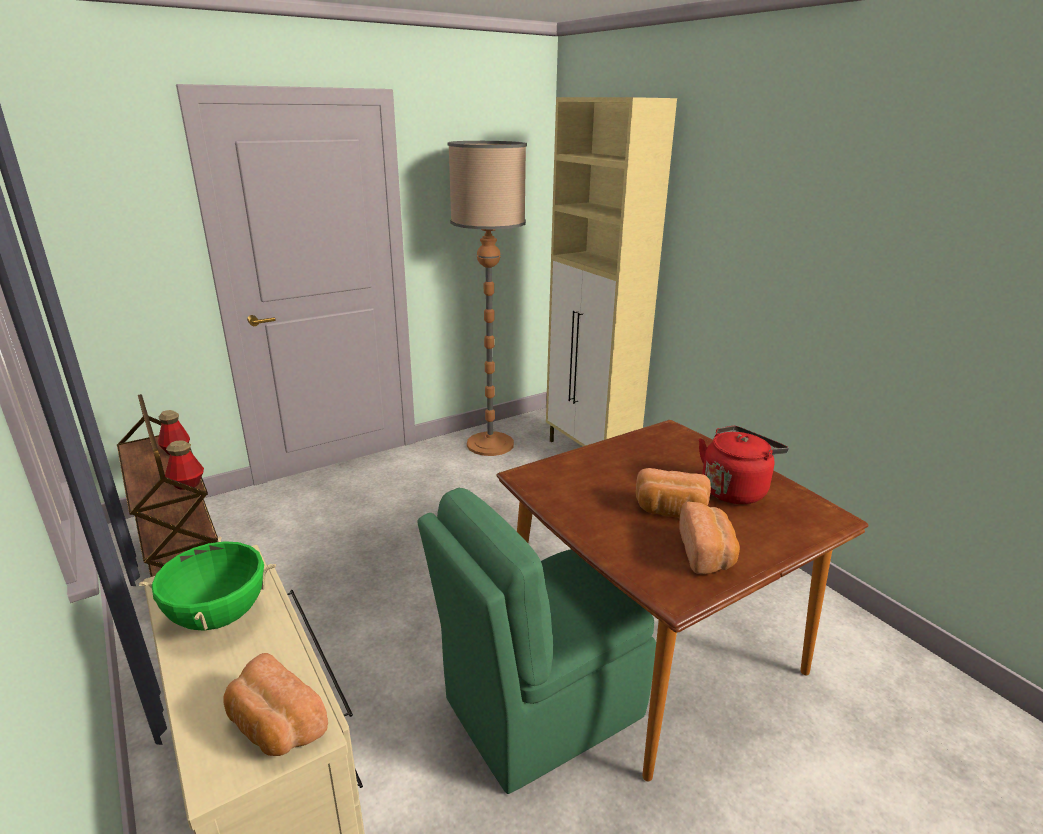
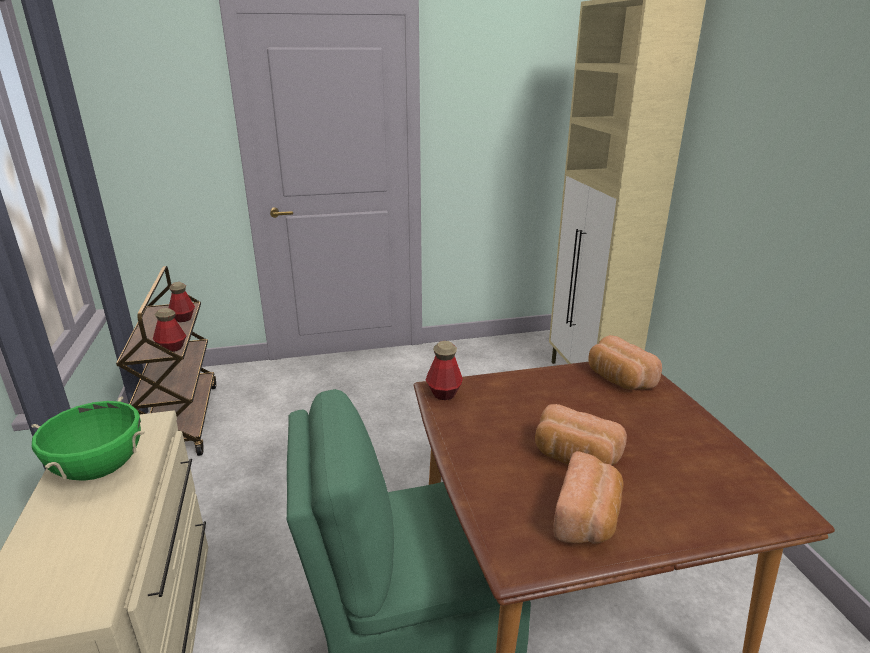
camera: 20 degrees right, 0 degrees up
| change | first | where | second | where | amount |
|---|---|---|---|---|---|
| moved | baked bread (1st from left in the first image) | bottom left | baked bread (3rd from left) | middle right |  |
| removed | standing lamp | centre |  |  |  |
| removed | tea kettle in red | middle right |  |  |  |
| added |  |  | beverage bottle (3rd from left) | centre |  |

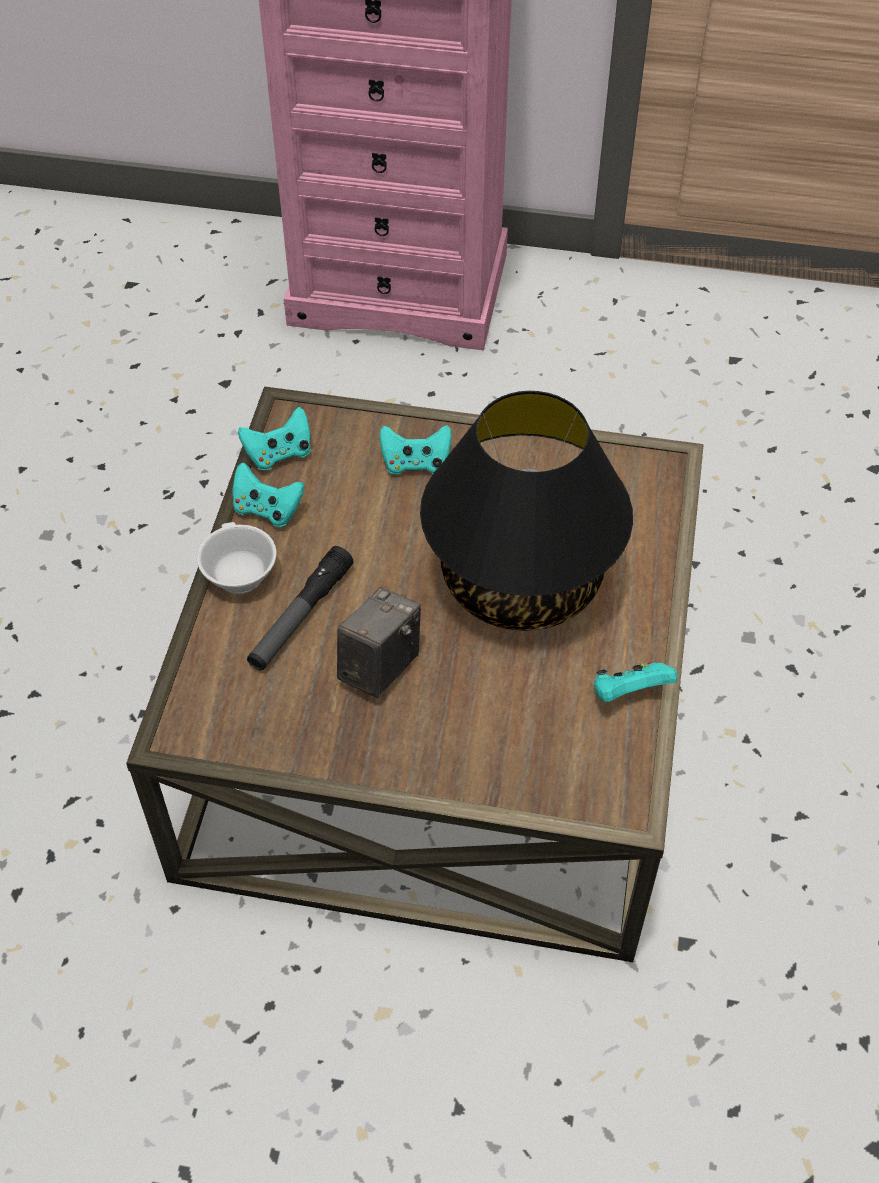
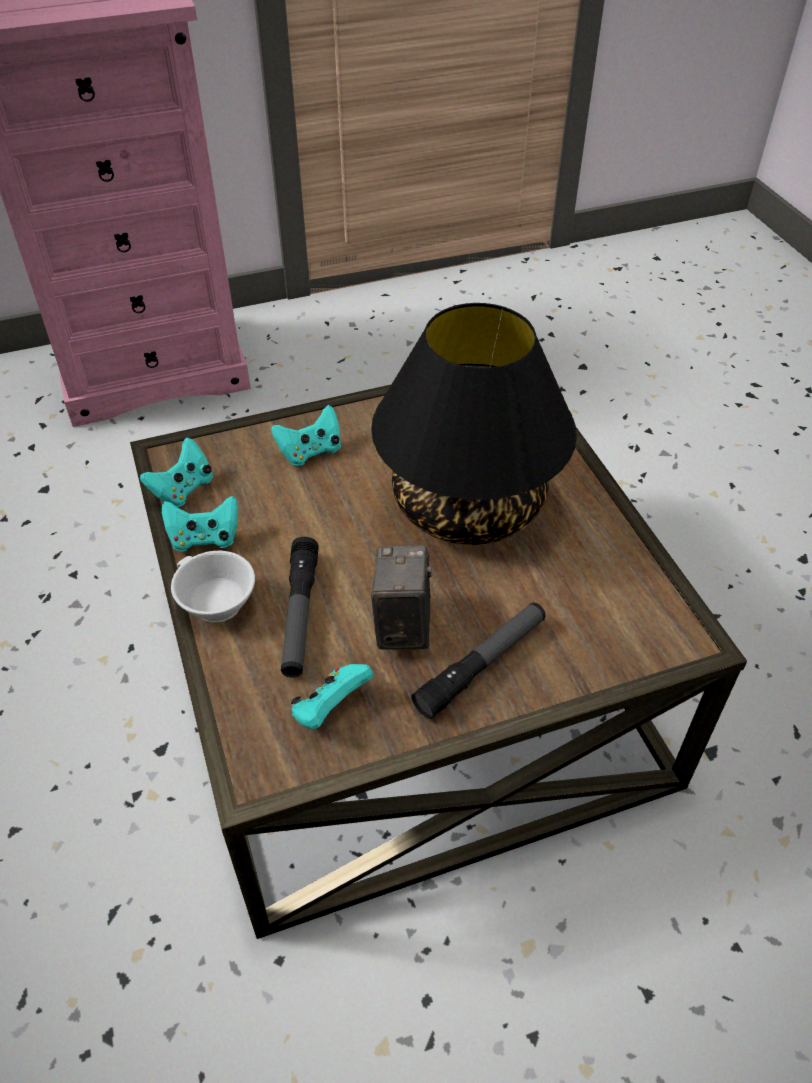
camera: 30 degrees left, 5 degrees down
| change | first | where | second | where | amount |
|---|---|---|---|---|---|
| moved | gamepad in blue-green (4th from left) | middle right |  | centre |  |
| added |  |  | torch (2nd from left) | centre |  |

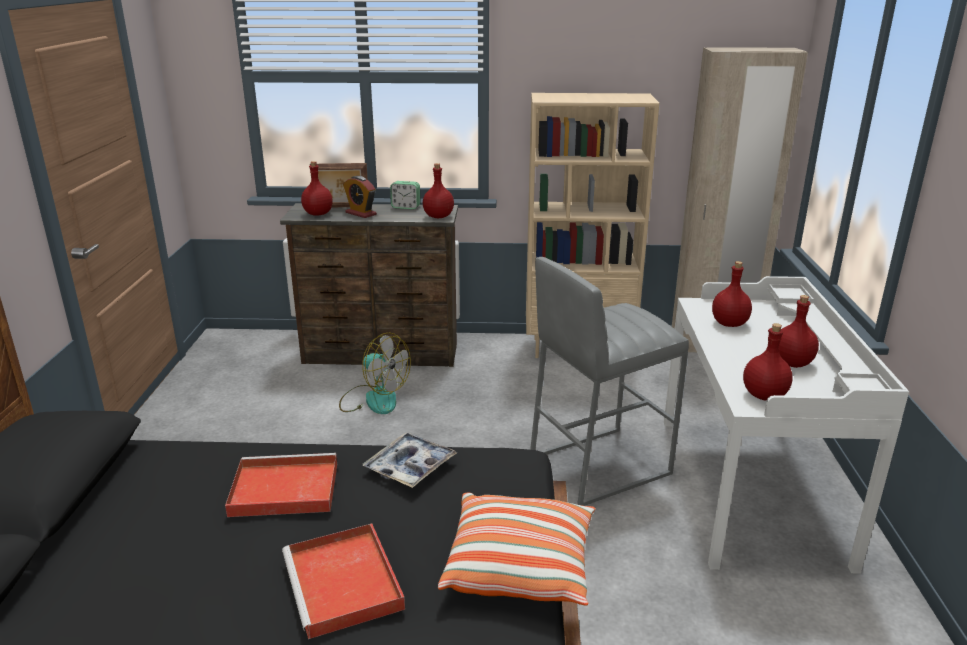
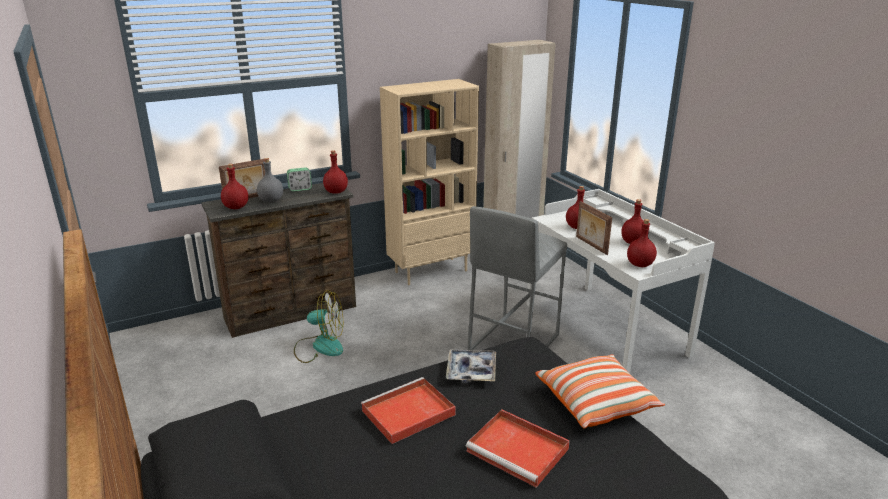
camera: 30 degrees left, 0 degrees up
| change | first | where | second | where | amount |
|---|---|---|---|---|---|
| replaced | table clock (1st from left) | top centre | beverage bottle in gray | middle left |  |
| added |  |  | standing frame (2nd from left) | middle right |  |

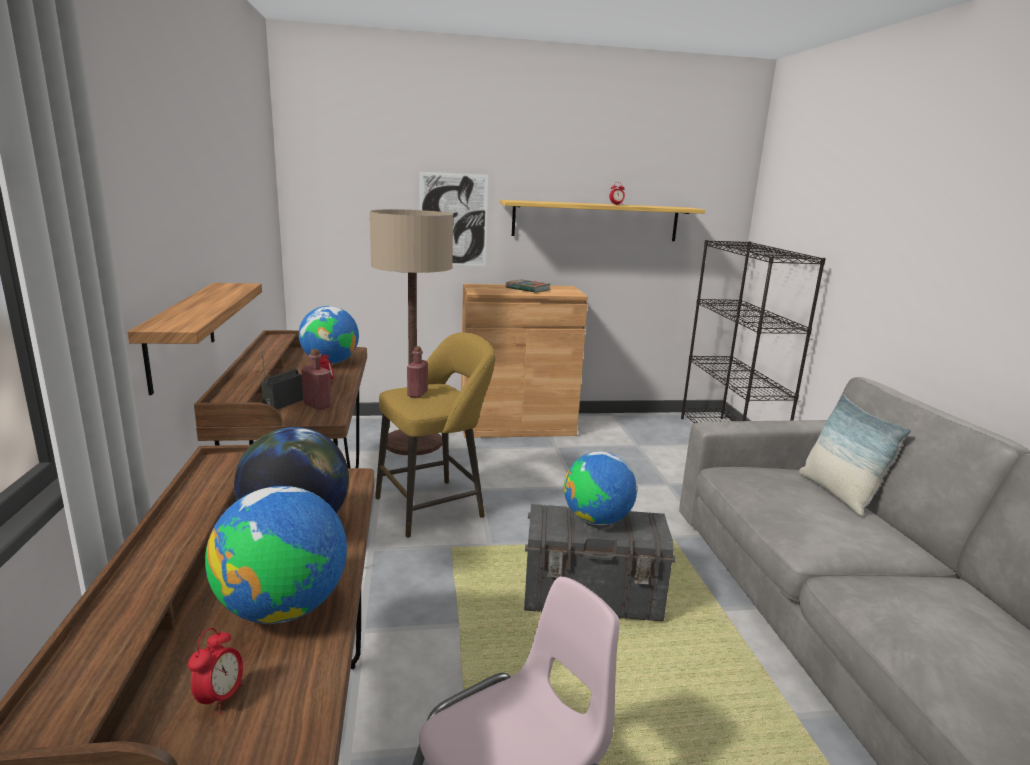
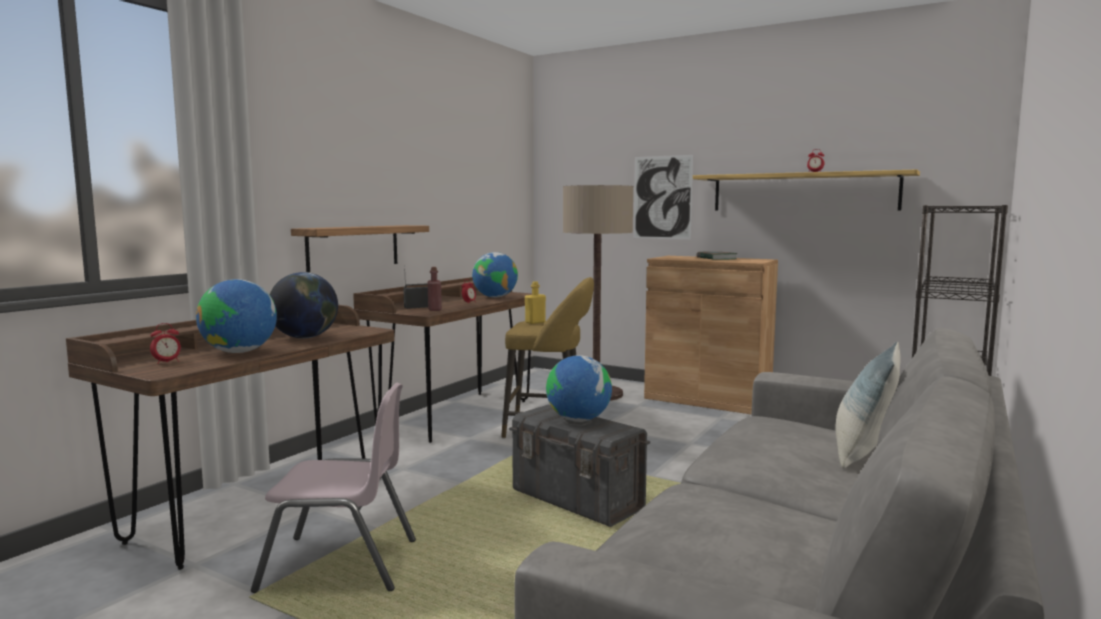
camera: 40 degrees right, 10 degrees down
| change | first | where | second | where | amount |
|---|---|---|---|---|---|
| recoloured | beverage bottle in red (2nd from left) | centre | beverage bottle in yellow-coloured | centre |  |

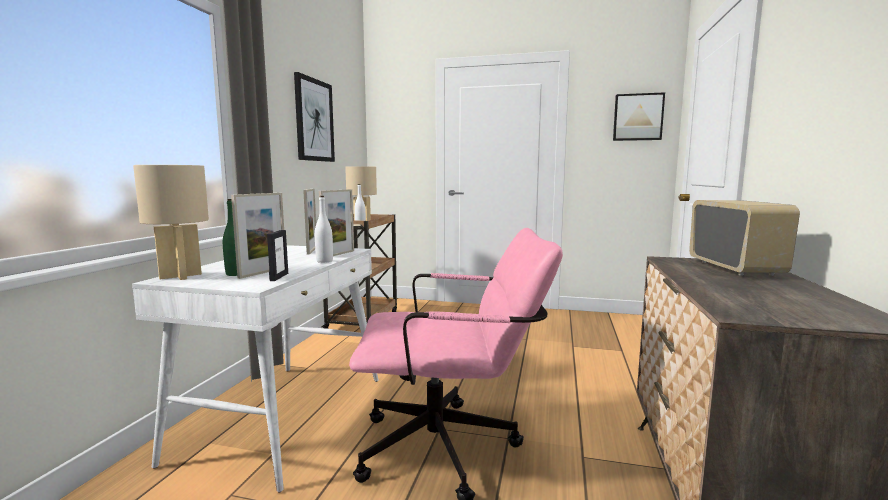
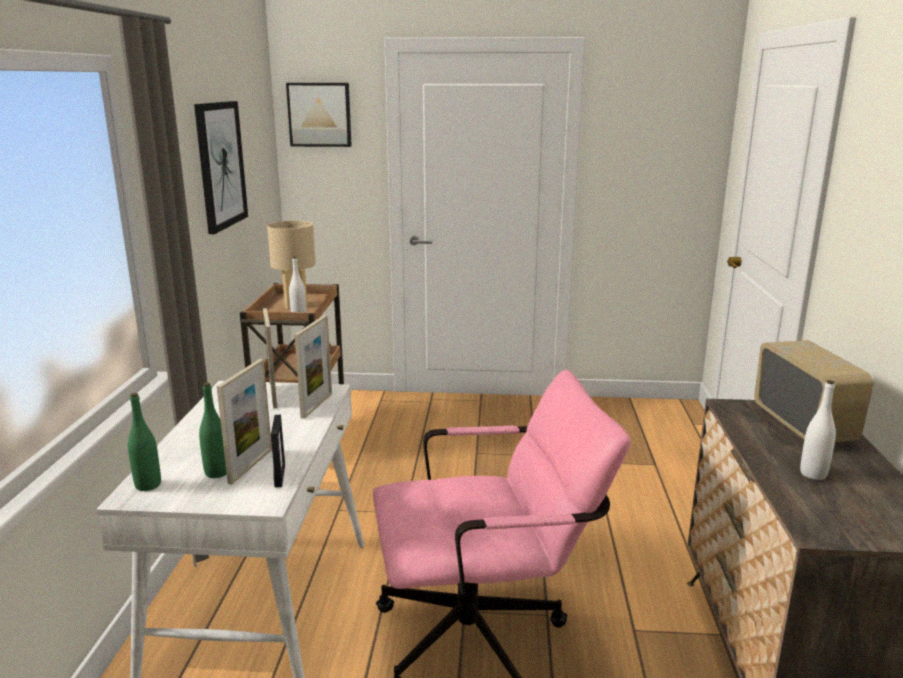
camera: 10 degrees left, 10 degrees up
| change | first | where | second | where | amount |
|---|---|---|---|---|---|
| replaced | table lamp in beige (1st from left) | middle left | beverage bottle in green (1st from left) | middle left |  |
| moved | beverage bottle in whitish (1st from left in the first image) | centre | beverage bottle in whitish (2nd from left) | middle right |  |
| moved | wall picture (2nd from left) | top right |  | top centre |  |

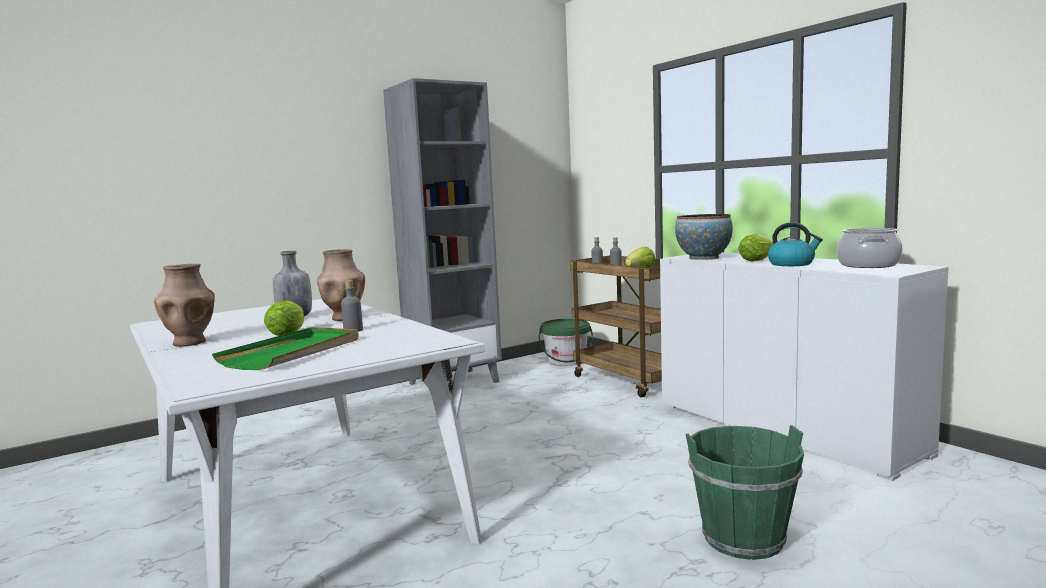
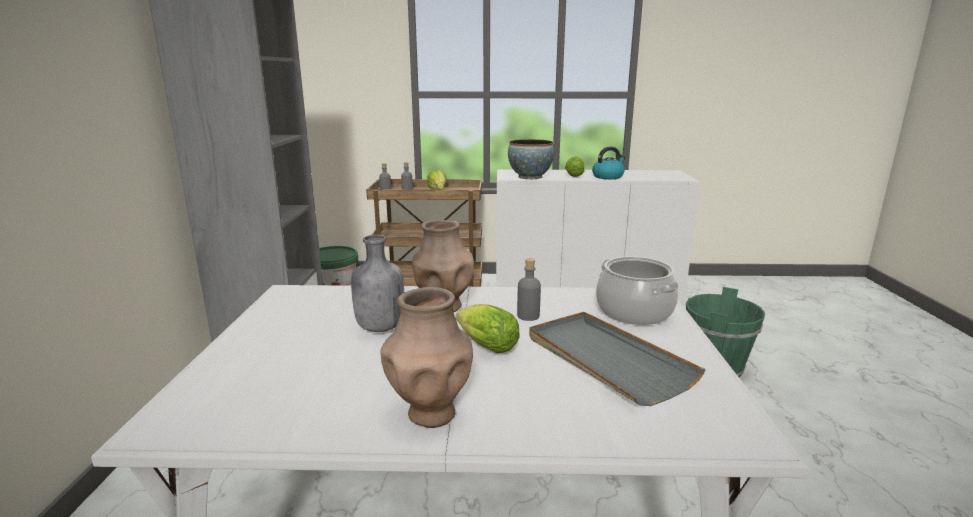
camera: 55 degrees left, 10 degrees up
| change | first | where | second | where | amount |
|---|---|---|---|---|---|
| recoloured | carrying tray in green | middle left | carrying tray in gray | bottom centre |  |
| moved | saucepot | middle right |  | centre |  |

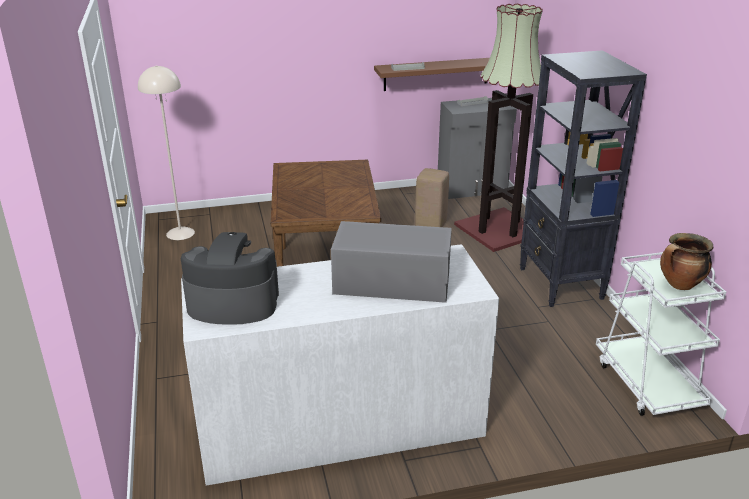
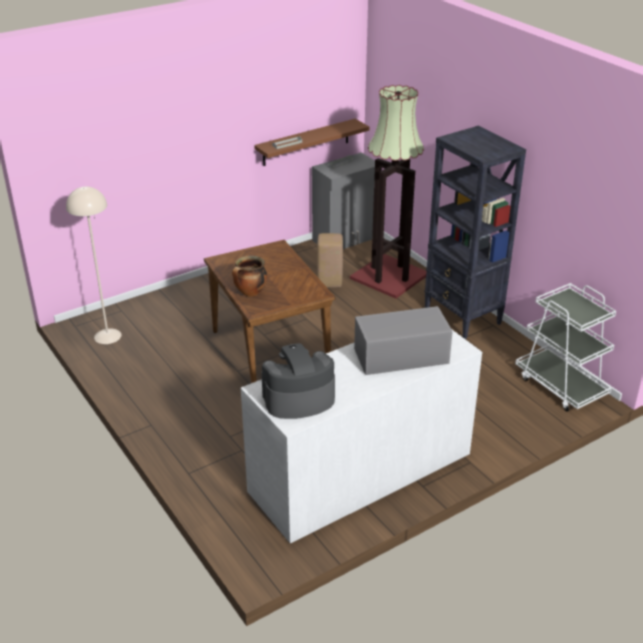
camera: 20 degrees left, 5 degrees up
| change | first | where | second | where | amount |
|---|---|---|---|---|---|
| moved | saucepot | middle right |  | centre |  |

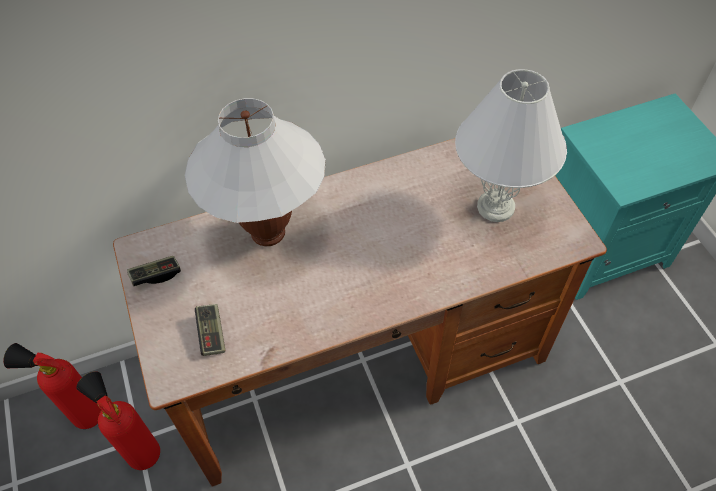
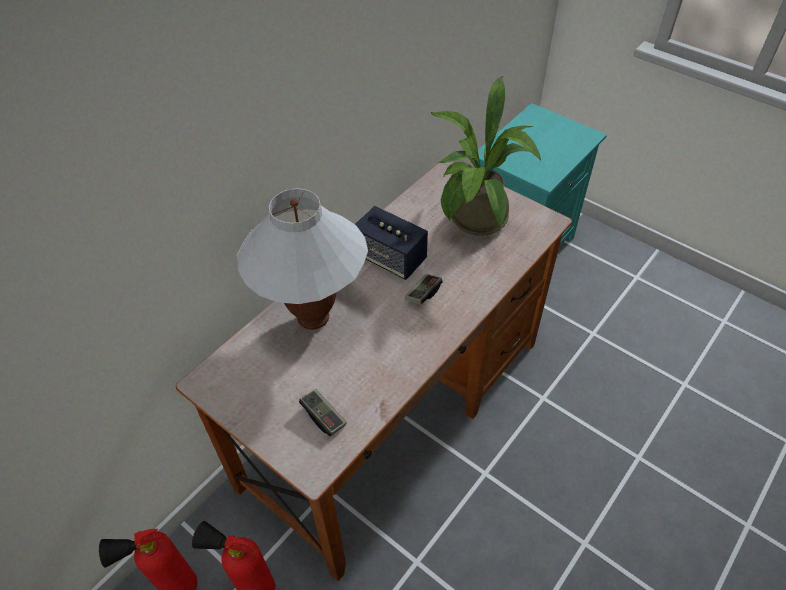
camera: 30 degrees left, 5 degrees down
| change | first | where | second | where | amount |
|---|---|---|---|---|---|
| moved | gamepad (1st from left in the first image) | middle left | gamepad (2nd from left) | centre |  |
| replaced | table lamp in whitish (2nd from left) | top right | potted plant | top centre |  |
| added |  |  | loudspeaker | centre |  |

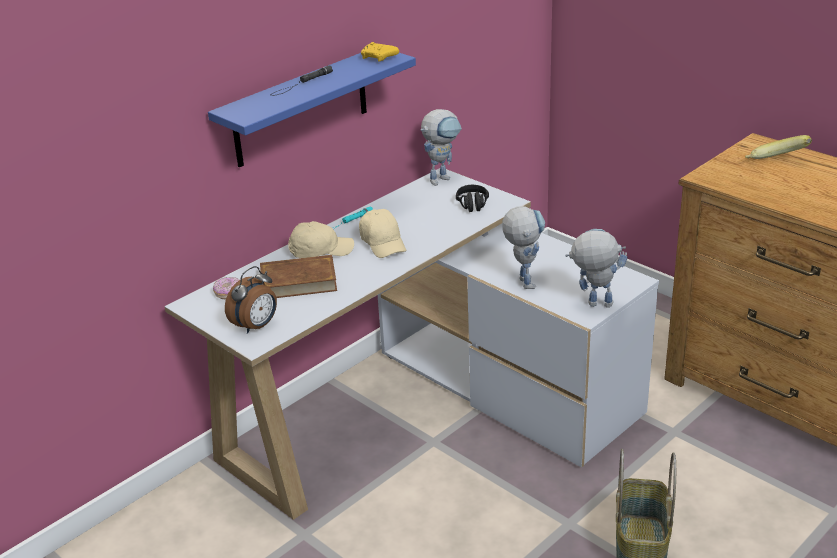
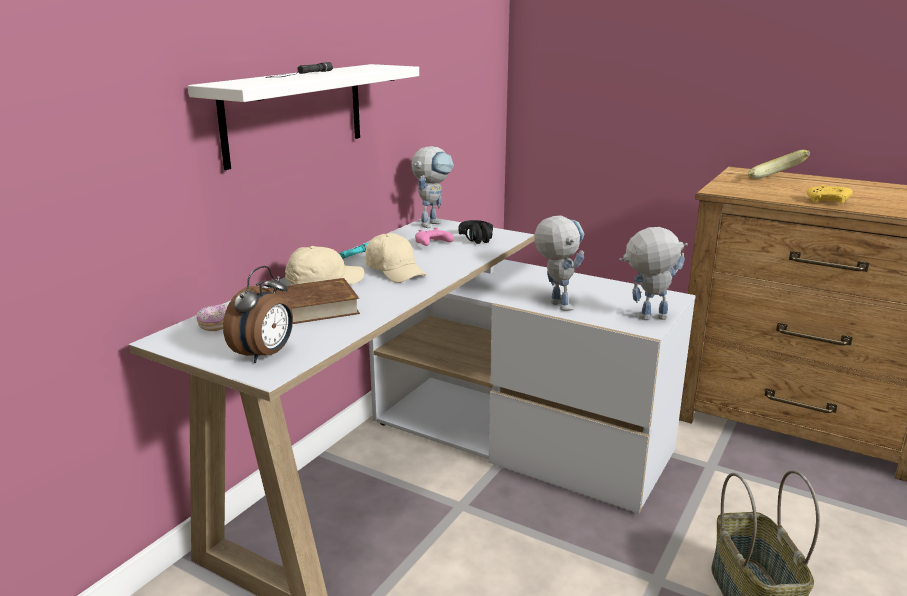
camera: 15 degrees left, 10 degrees down
| change | first | where | second | where | amount |
|---|---|---|---|---|---|
| recoloured | wall shelf in bluish | top centre | wall shelf in whitish | top centre |  |
| moved | gamepad in yellow-coloured | top centre |  | top right |  |
| added |  |  | gamepad in pink | centre |  |

